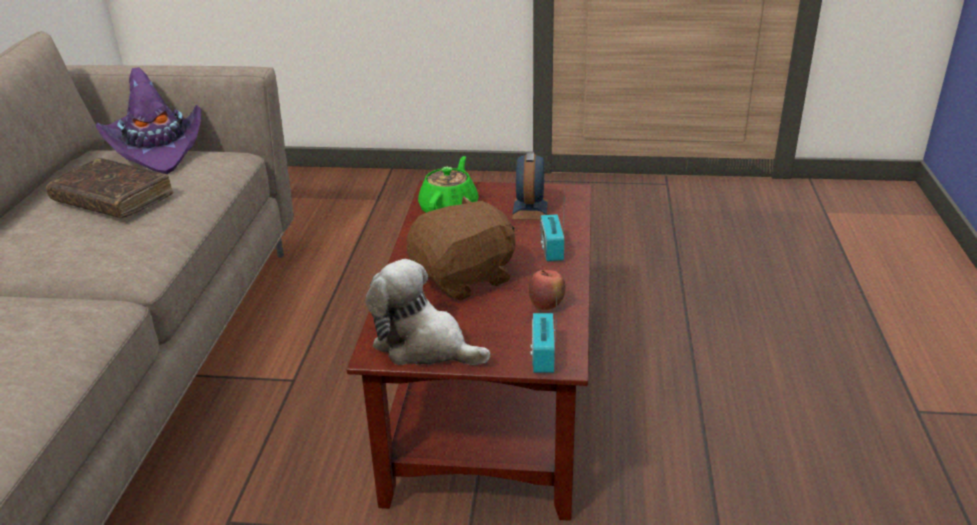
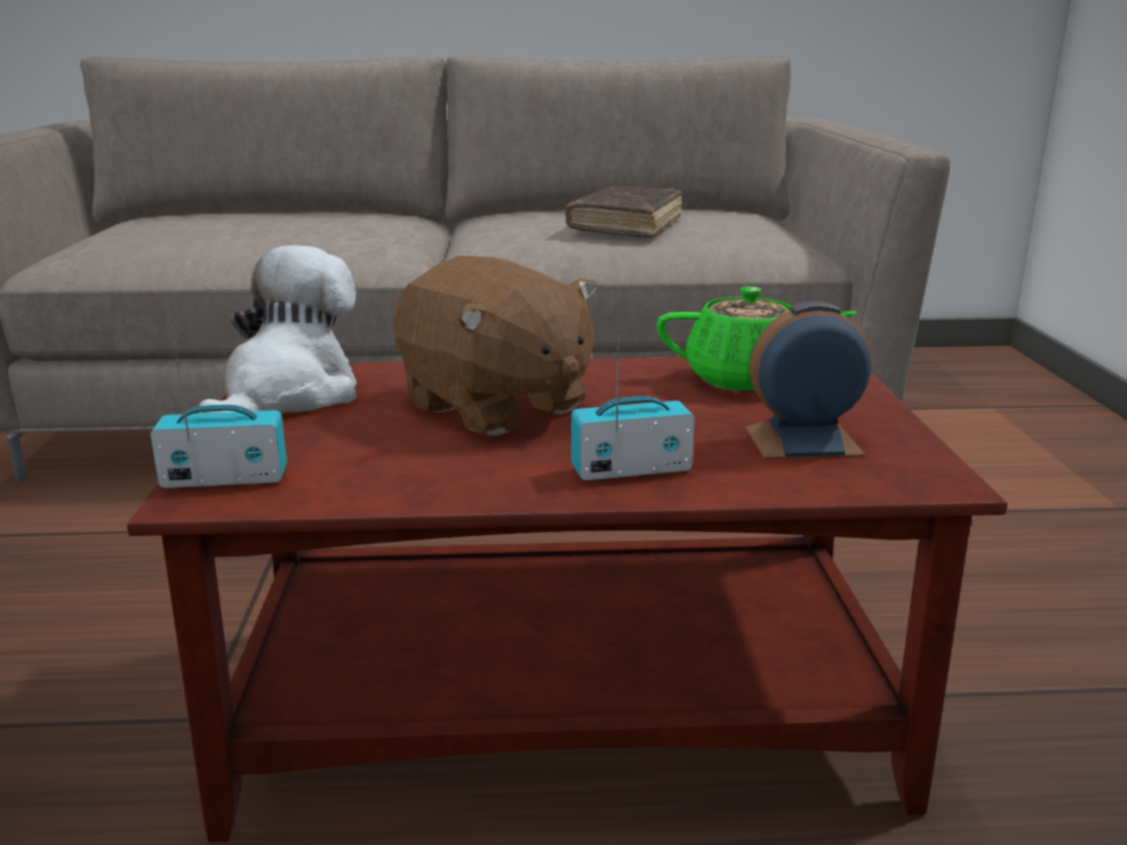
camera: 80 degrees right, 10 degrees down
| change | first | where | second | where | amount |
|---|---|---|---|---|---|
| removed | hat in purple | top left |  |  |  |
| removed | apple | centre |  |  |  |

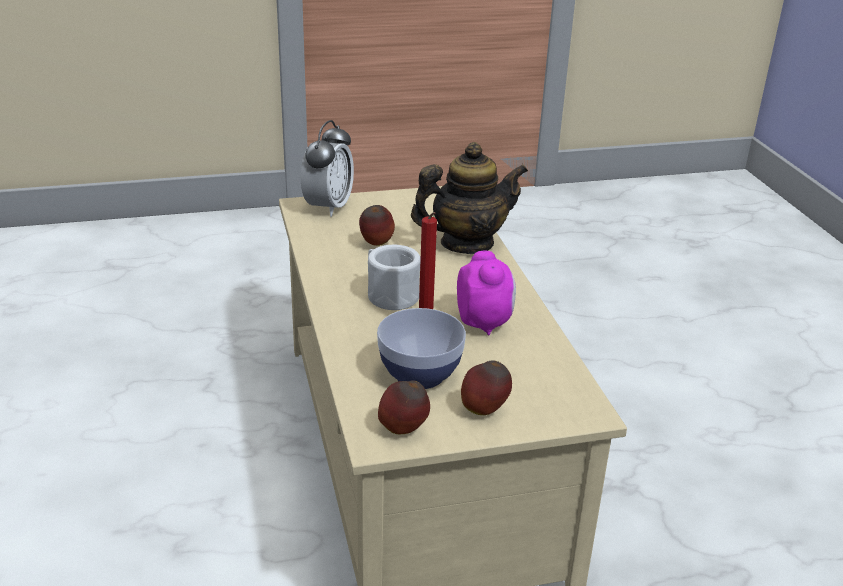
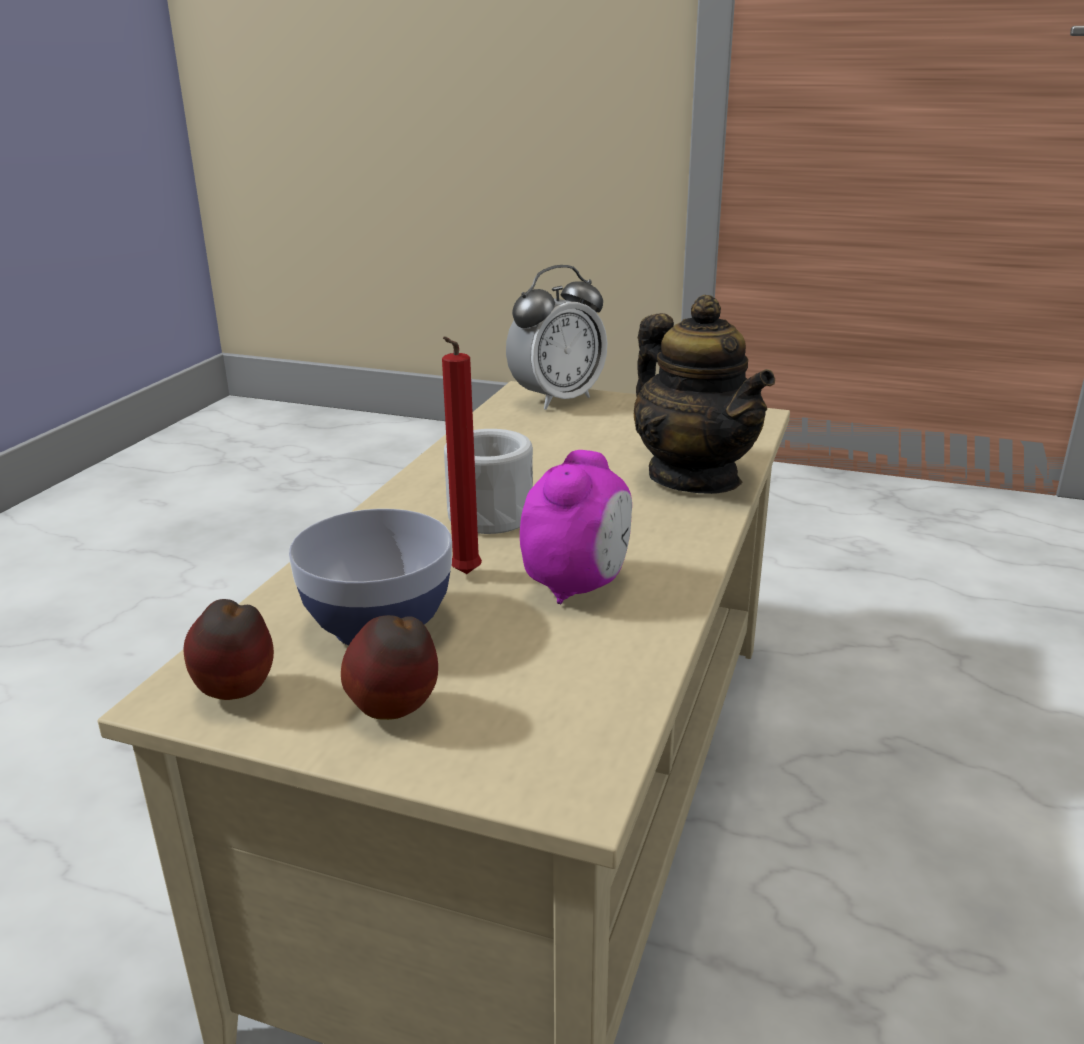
camera: 35 degrees right, 5 degrees down
| change | first | where | second | where | amount |
|---|---|---|---|---|---|
| removed | apple (1st from left) | centre |  |  |  |
| turned | pot for tea | centre |  | centre | 45 degrees clockwise |

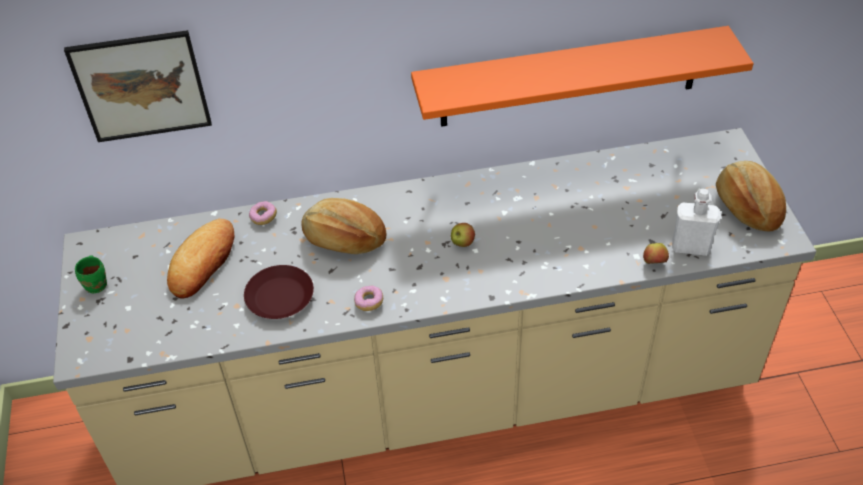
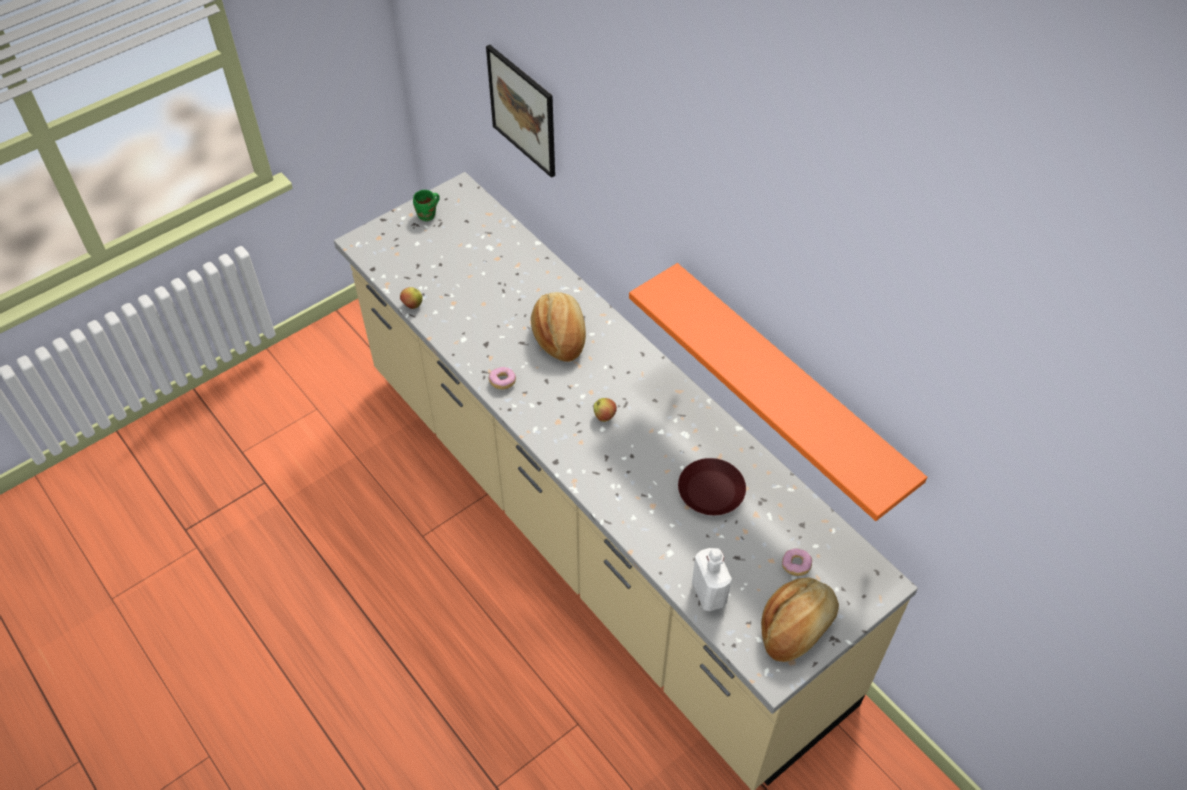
camera: 60 degrees right, 5 degrees up
| change | first | where | second | where | amount |
|---|---|---|---|---|---|
| removed | baked bread (1st from left) | middle left |  |  |  |
| moved | dinner plate in brownish | middle left |  | centre |  |
| moved | donut (1st from left in the first image) | middle left | donut (2nd from left) | bottom right |  |
| moved | apple (2nd from left in the first image) | middle right | apple (1st from left) | centre |  |

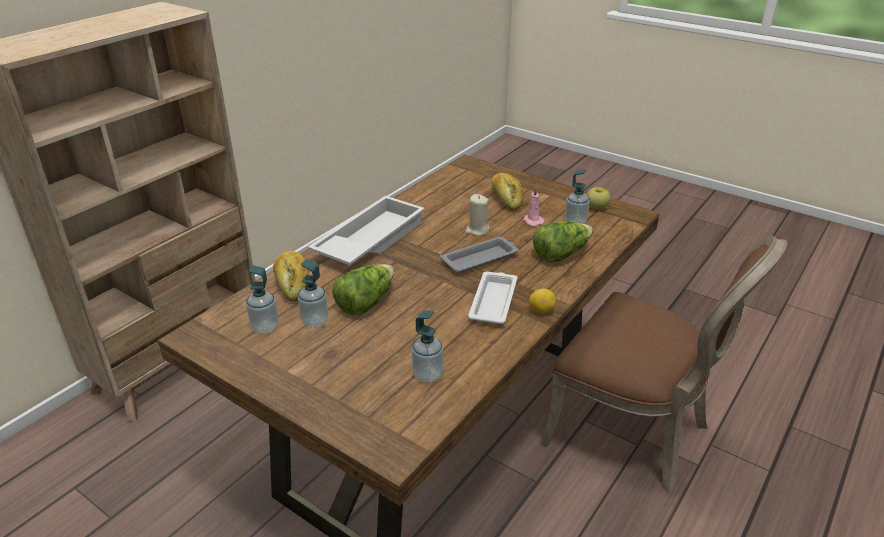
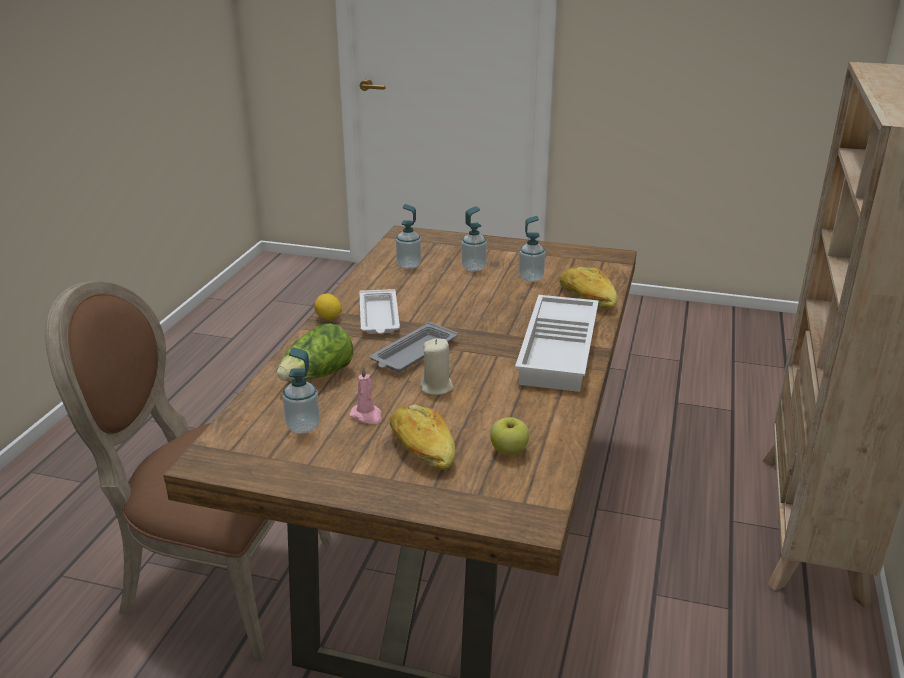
camera: 160 degrees right, 5 degrees down
| change | first | where | second | where | amount |
|---|---|---|---|---|---|
| moved | liquid soap bottle (1st from left in the first image) | middle left | liquid soap bottle (3rd from left) | centre |  |
| removed | lettuce head (1st from left) | centre |  |  |  |
| moved | apple | middle right |  | centre |  |

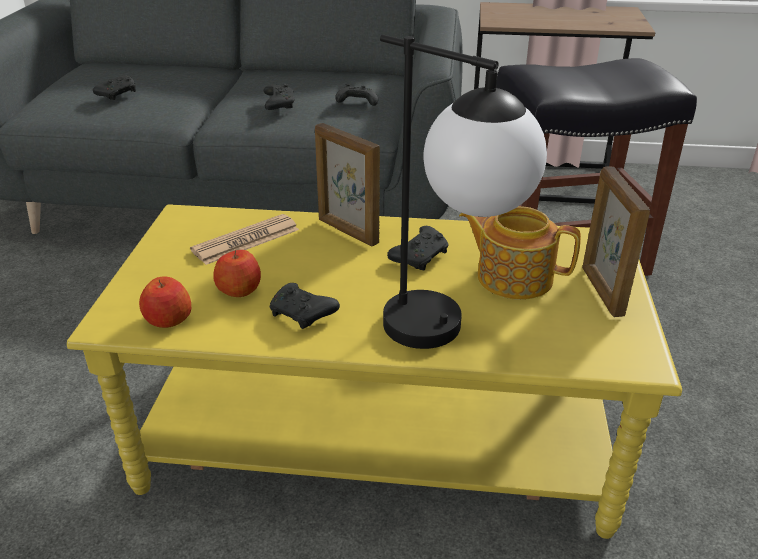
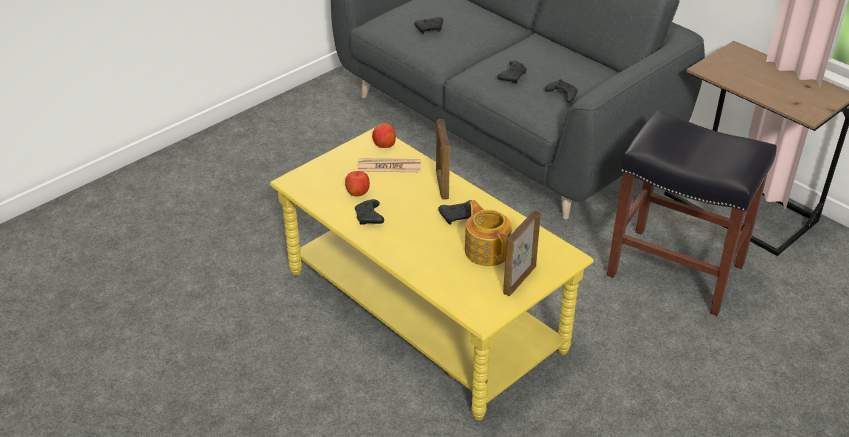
camera: 40 degrees right, 5 degrees up
| change | first | where | second | where | amount |
|---|---|---|---|---|---|
| moved | apple (1st from left in the first image) | middle left | apple (2nd from left) | top centre |  |
| removed | table lamp | centre |  |  |  |

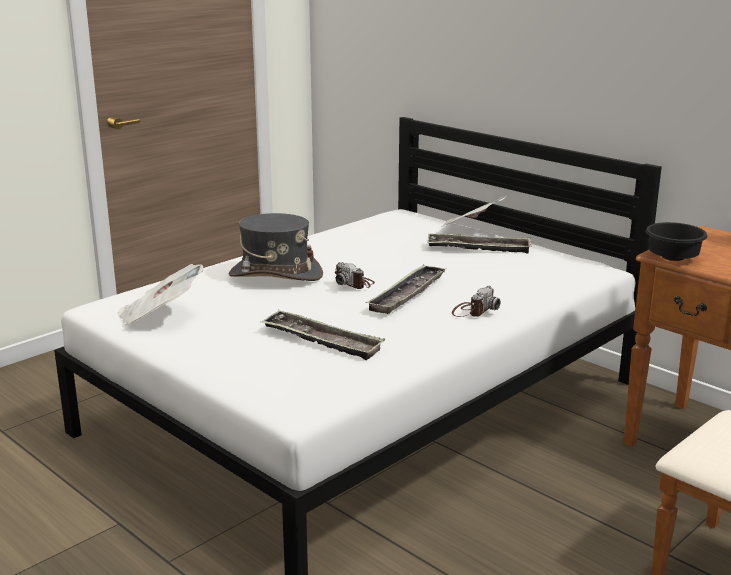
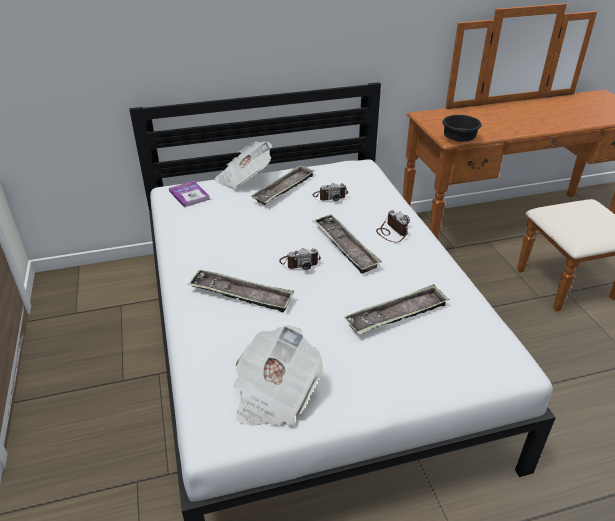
camera: 60 degrees left, 15 degrees up
| change | first | where | second | where | amount |
|---|---|---|---|---|---|
| replaced | hat in gray | centre | carrying tray (1st from left) | centre |  |
| added |  |  | volume | middle left |  |
| added |  |  | photo camera (2nd from left) | centre |  |

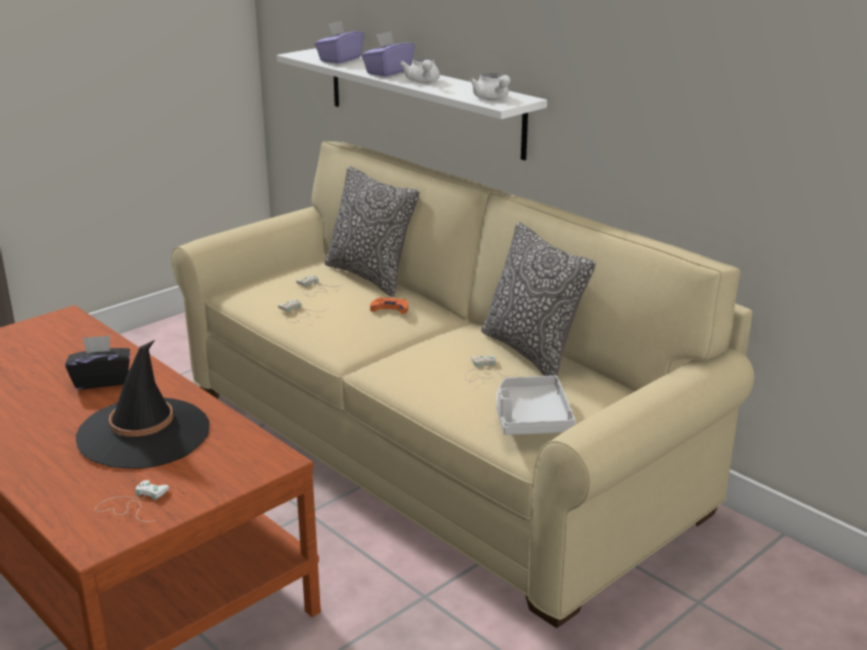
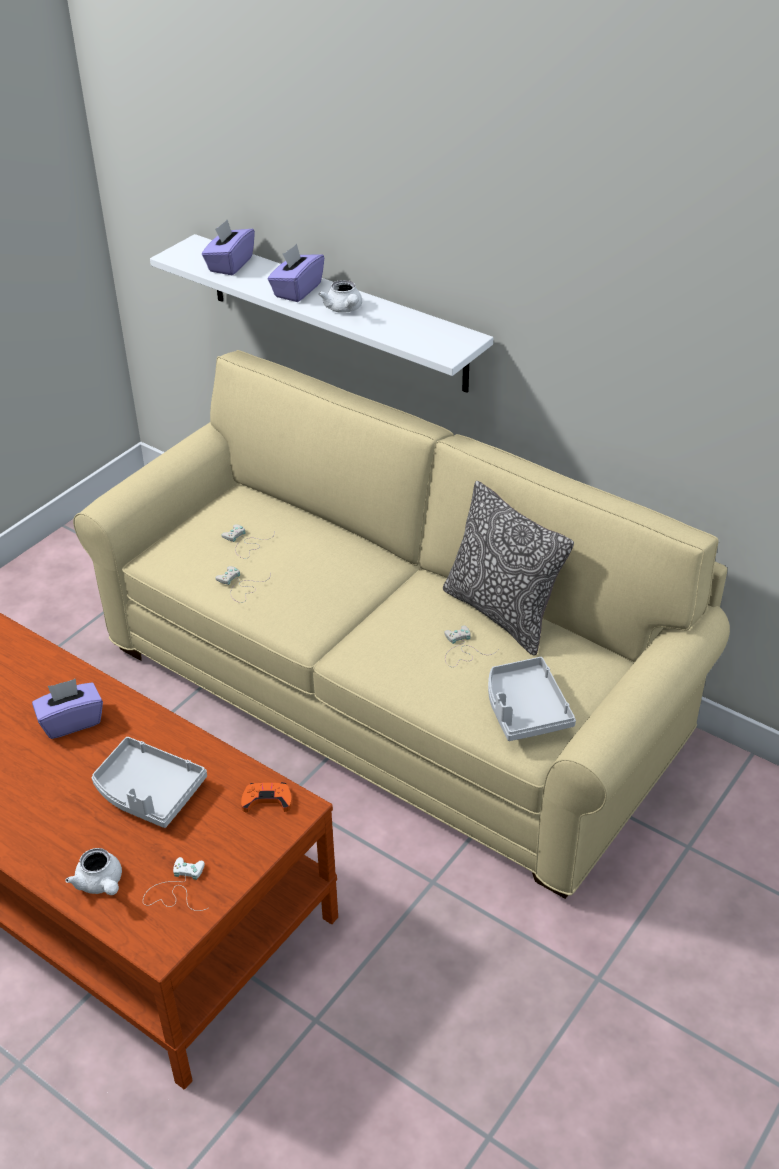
camera: 10 degrees left, 15 degrees up
| change | first | where | second | where | amount |
|---|---|---|---|---|---|
| recoloured | tissue box in black-coloured | middle left | tissue box in purple (1st from left) | middle left |  |
| replaced | hat in black-coloured | middle left | carrying tray in gray (1st from left) | bottom left |  |
| removed | throw pillow (1st from left) | centre |  |  |  |
| moved | gamepad in orangey | centre |  | bottom centre |  |
| moved | pot for tea in whitish (2nd from left in the first image) | top centre | pot for tea in whitish (1st from left) | bottom left |  |

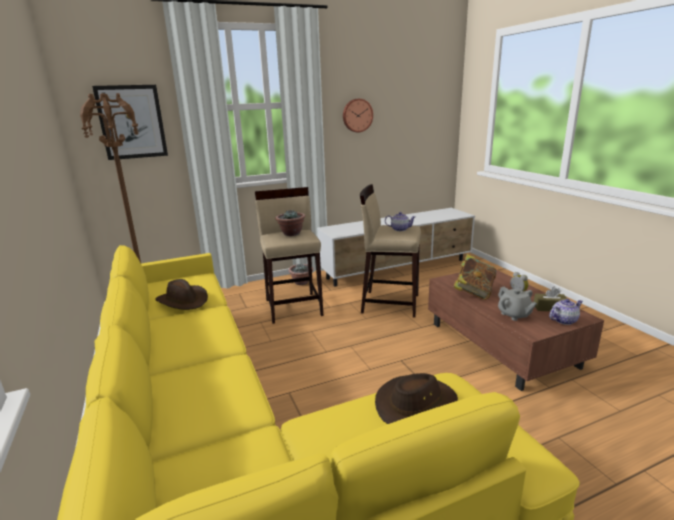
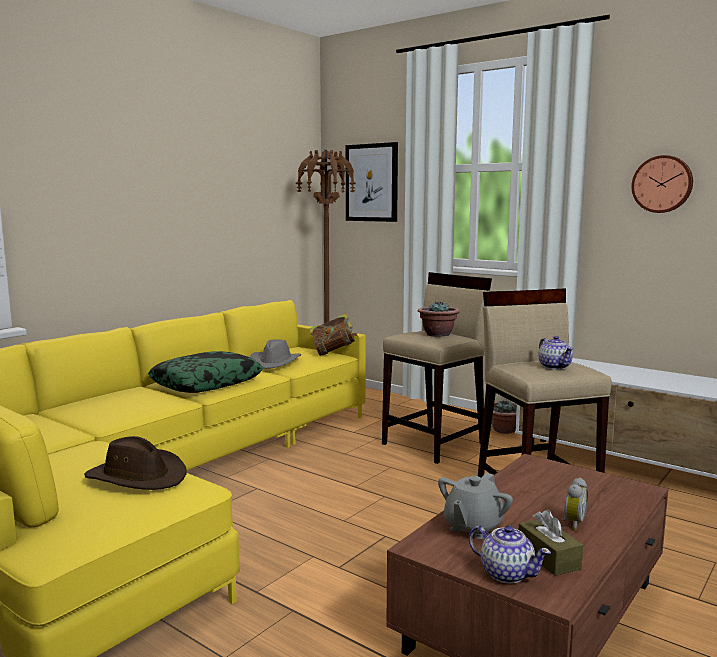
camera: 60 degrees right, 10 degrees down
| change | first | where | second | where | amount |
|---|---|---|---|---|---|
| recoloured | hat in brownish (1st from left) | middle left | hat in gray | centre |  |
| moved | volume | middle right |  | centre |  |
| added |  |  | throw pillow | middle left |  |

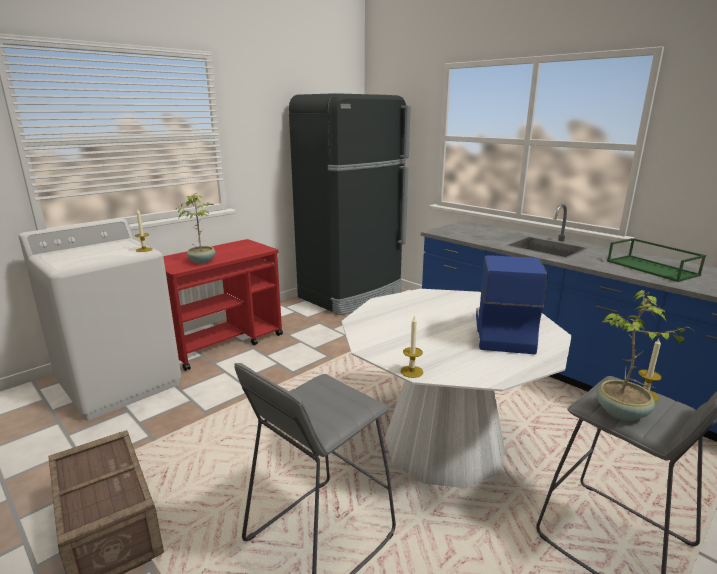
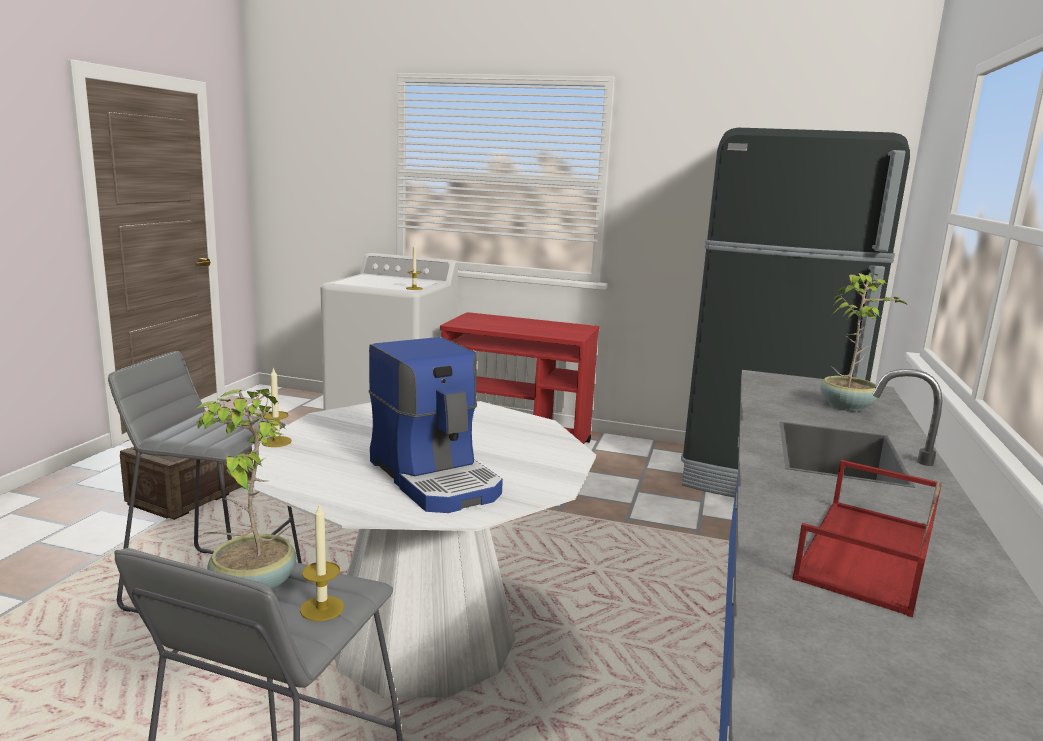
camera: 60 degrees right, 5 degrees down
| change | first | where | second | where | amount |
|---|---|---|---|---|---|
| moved | potted plant (1st from left in the first image) | middle left | potted plant (2nd from left) | middle right |  |
| turned | coffee brewer | middle right |  | centre | 75 degrees clockwise |
| recoloured | carrying tray in green | middle right | carrying tray in red | bottom right |  |

